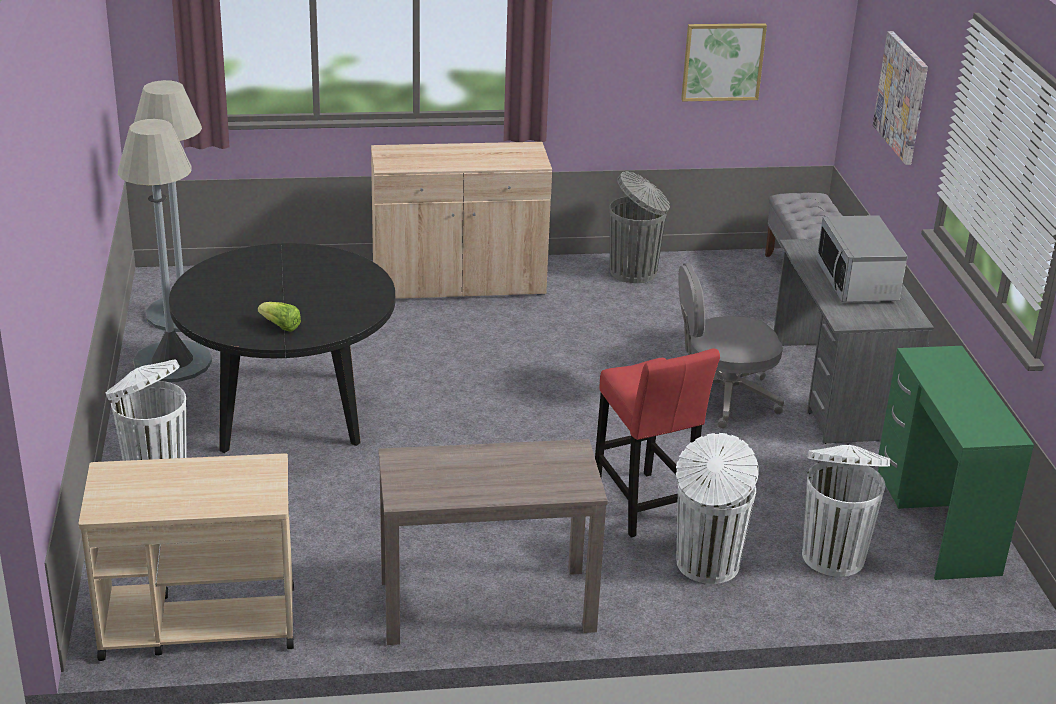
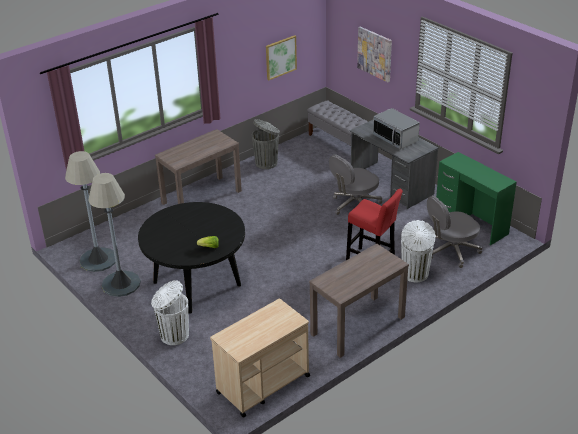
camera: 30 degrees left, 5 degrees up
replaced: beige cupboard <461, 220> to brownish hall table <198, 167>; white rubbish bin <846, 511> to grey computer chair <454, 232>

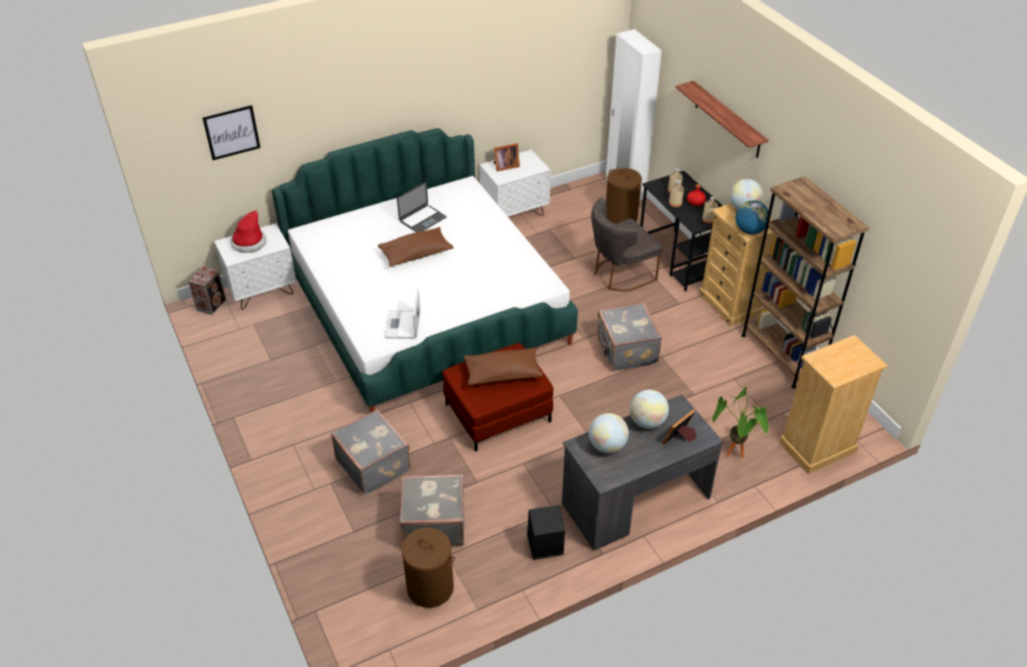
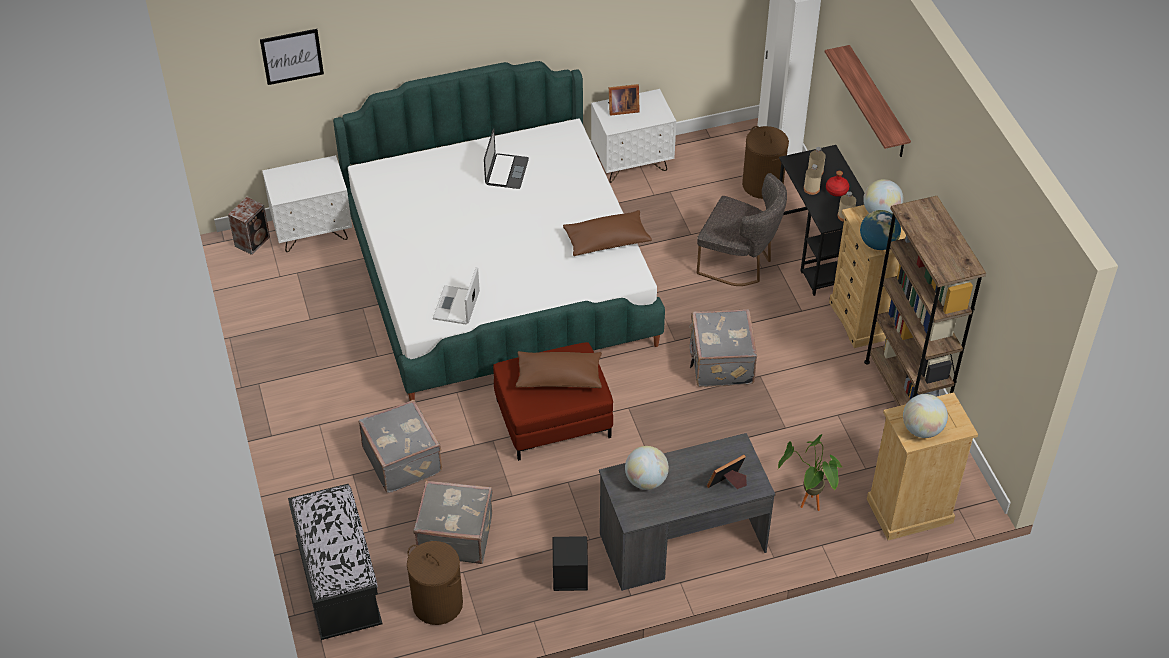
camera: 10 degrees right, 5 degrees up
removed: hat <248, 231>
added: black long seat <335, 562>
moved: brownish throw pillow <415, 247> to <607, 233>; world globe <649, 409> to <925, 416>
turned: laptop <422, 207> = <506, 159> 45 degrees counterclockwise; grey plain chair <627, 245> = <742, 229> 135 degrees counterclockwise

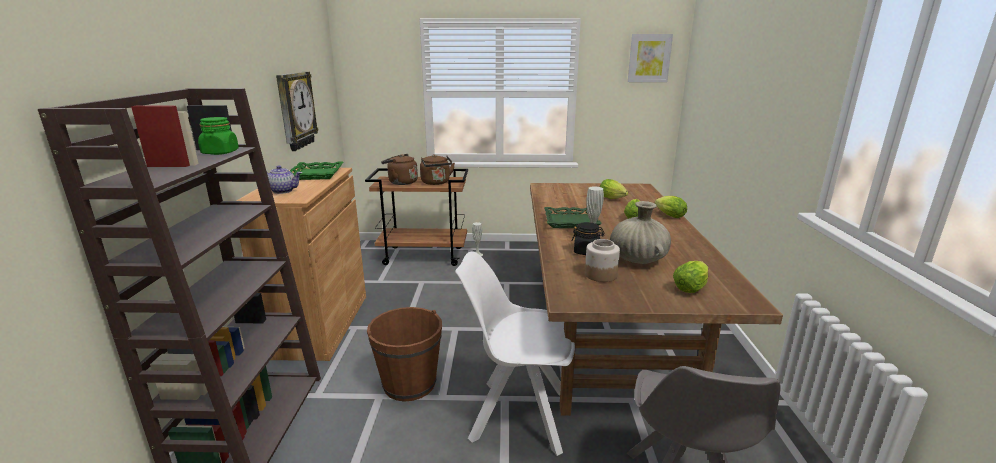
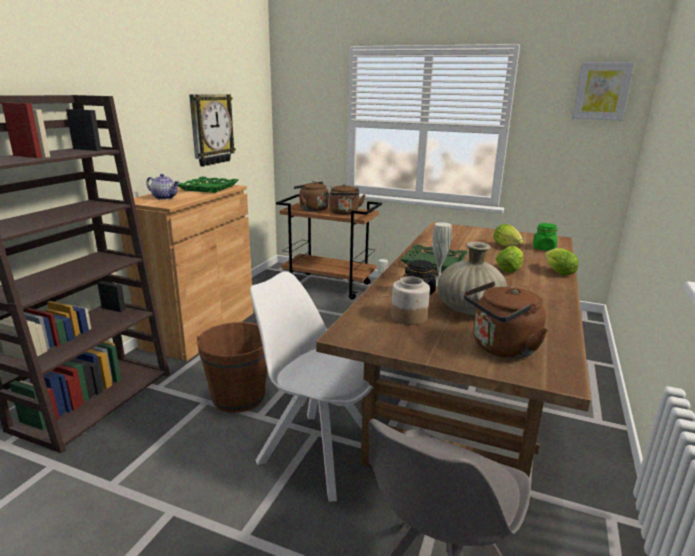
camera: 20 degrees right, 0 degrees up
moved: green-coloured jar <218, 136> to <545, 237>
replaced: lettuce head <690, 277> to brownish tea kettle <506, 319>

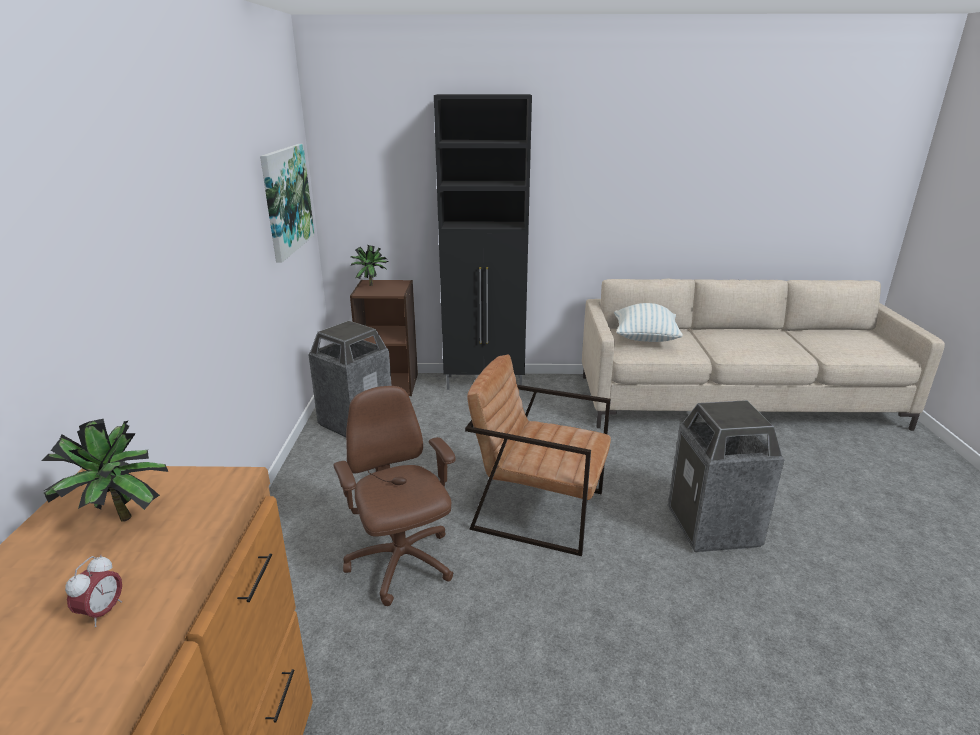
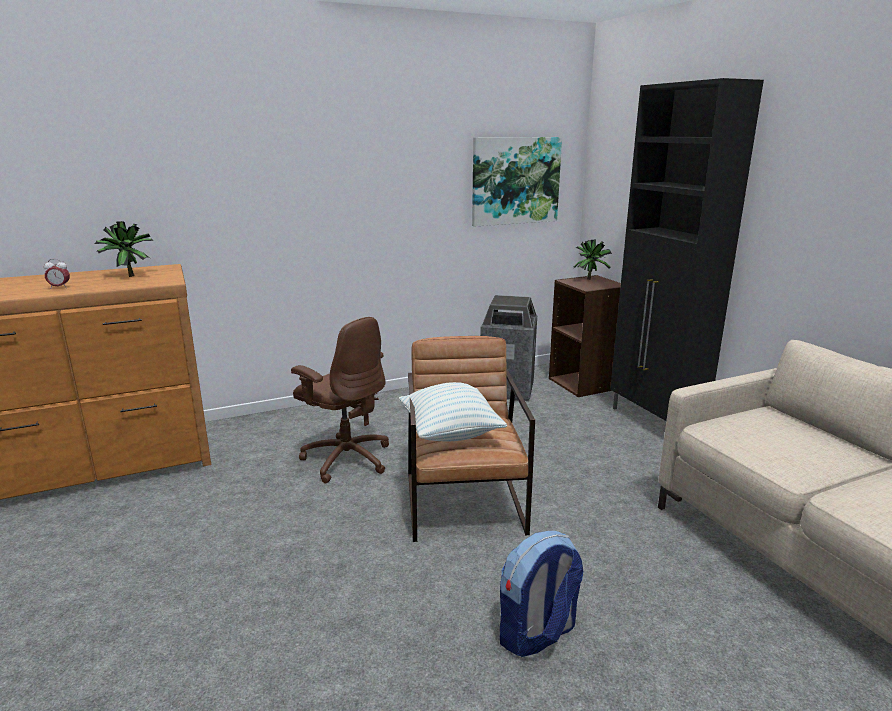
camera: 65 degrees right, 5 degrees down
moved: throw pillow <648, 322> to <453, 411>
replaced: rubbish bin <726, 476> to knapsack <542, 594>
turned: brownish computer chair <394, 496> = <340, 400> 90 degrees clockwise

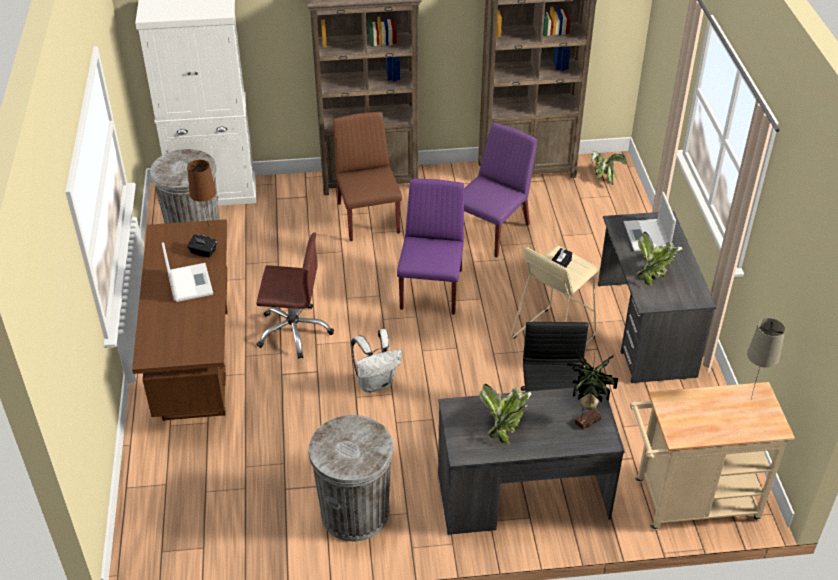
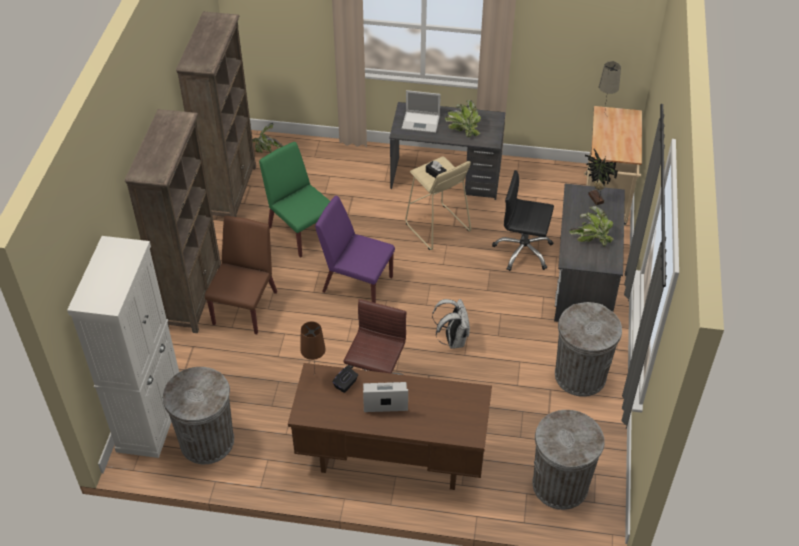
camera: 75 degrees left, 5 degrees up
added: grey rubbish bin <568, 460>
recoloured: purple-coloured plain chair <500, 190> to green-coloured plain chair <294, 200>
turned: brownish plain chair <367, 176> = <241, 275> 105 degrees clockwise

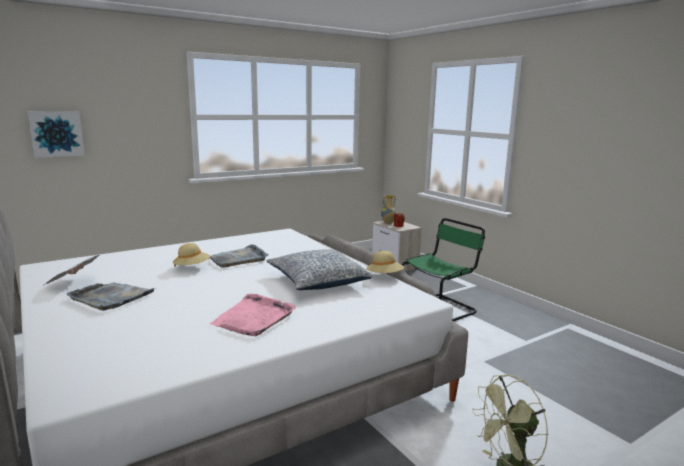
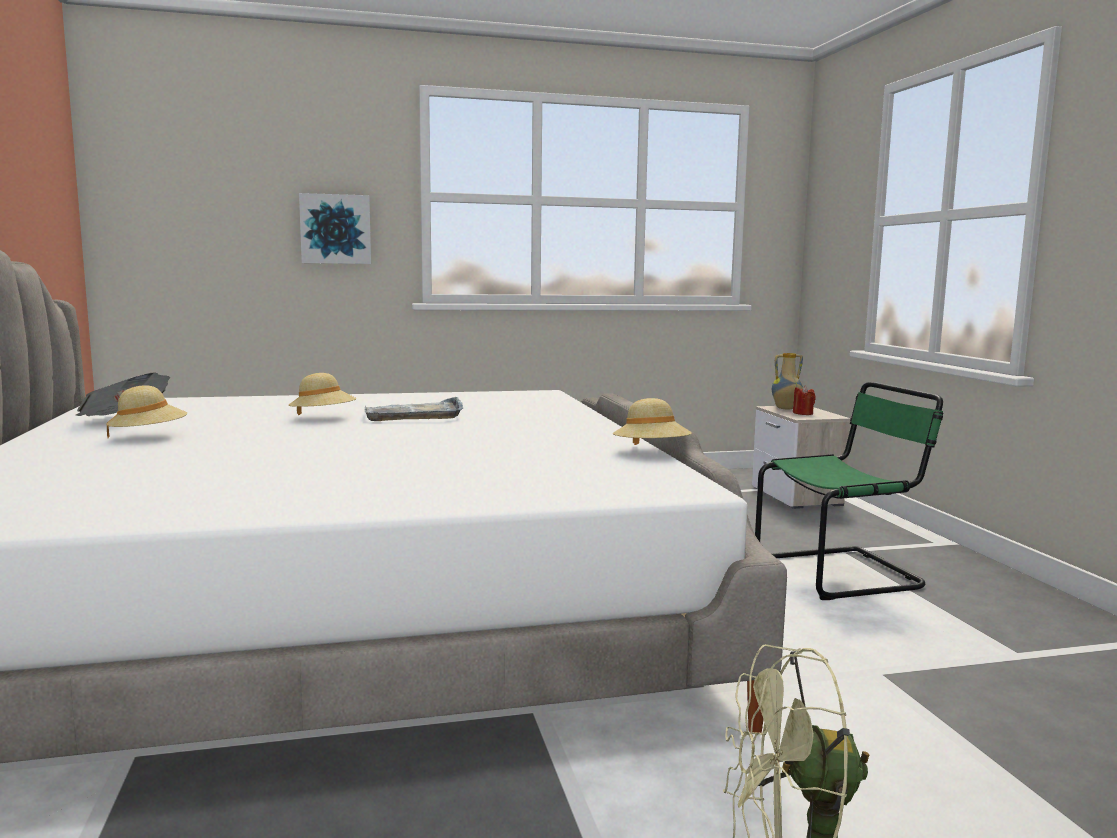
camera: 20 degrees right, 5 degrees down
removed: pinkish carrying tray <253, 315>; throw pillow <319, 269>
moved: wall art <56, 134> to <335, 228>
replaced: grey carrying tray <111, 296> to beige hat <147, 411>

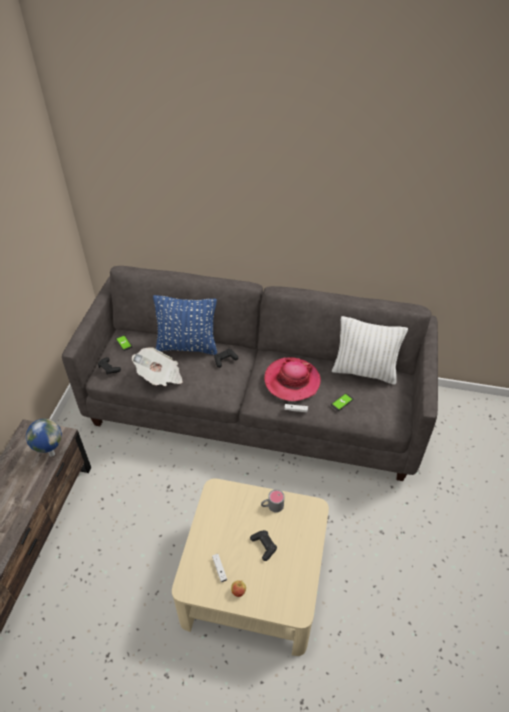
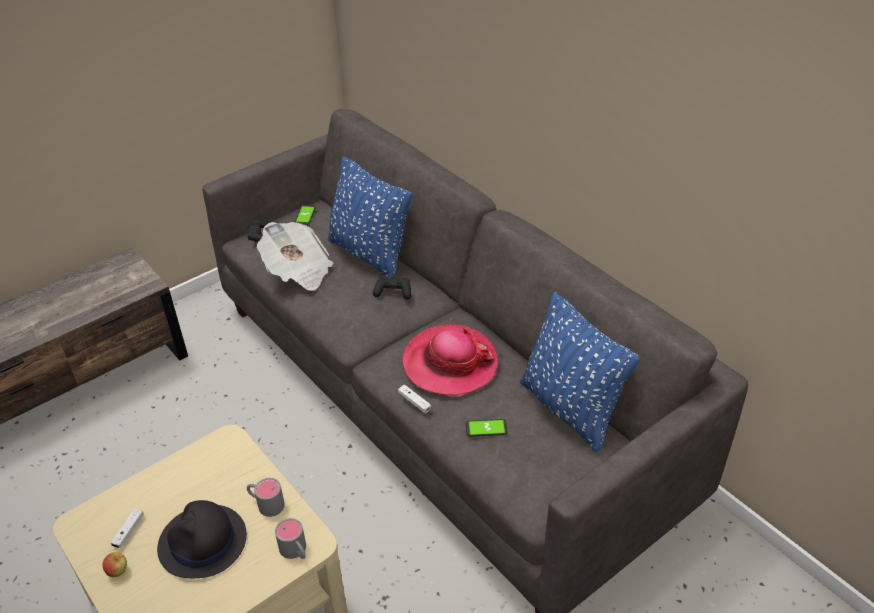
camera: 40 degrees right, 5 degrees down
removed: world globe <44, 438>
added: grey coffee mug <290, 538>
replaced: black joypad <263, 545> to black hat <202, 539>
recoloured: white throw pillow <370, 350> to blue-coloured throw pillow <580, 372>

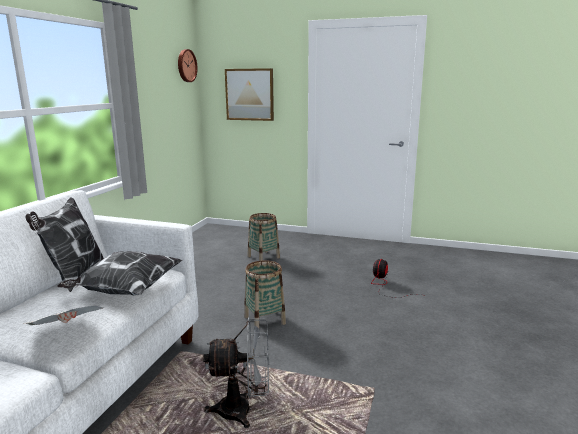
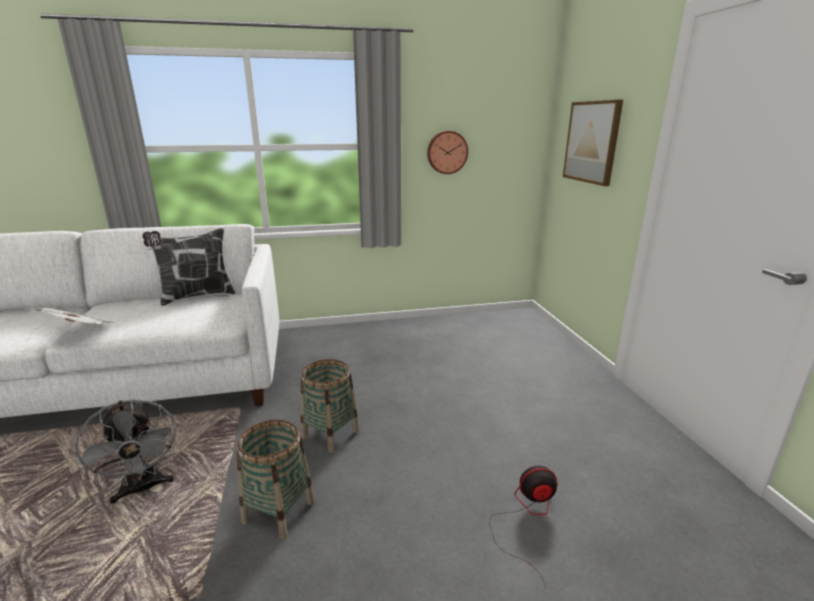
camera: 60 degrees right, 5 degrees up
removed: throw pillow <119, 273>
moved: clock on the wall <188, 65> to <447, 152>; basket <264, 237> to <275, 480>

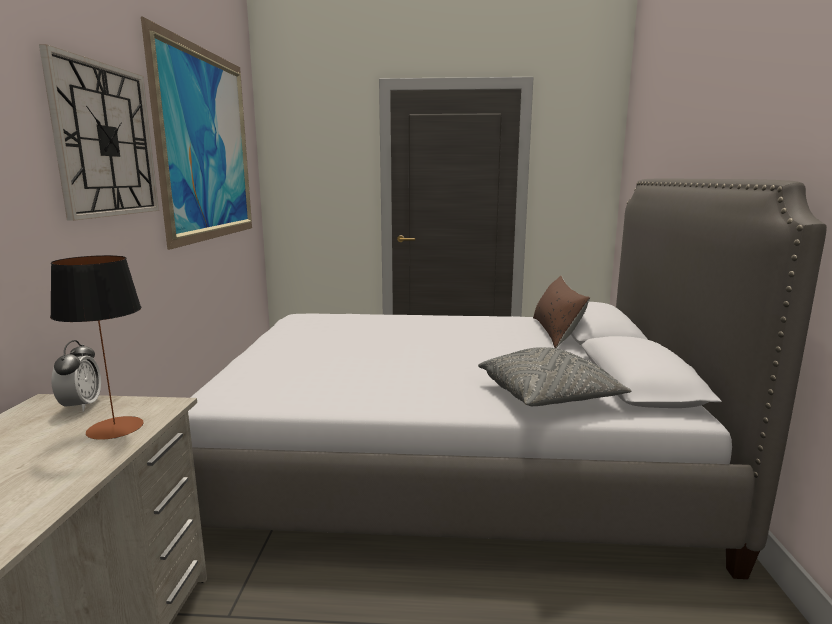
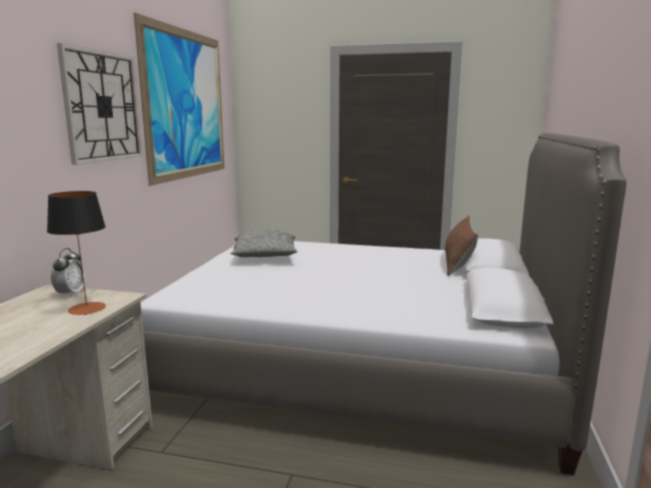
camera: 10 degrees right, 0 degrees up
moved: grey throw pillow <554, 376> to <263, 243>

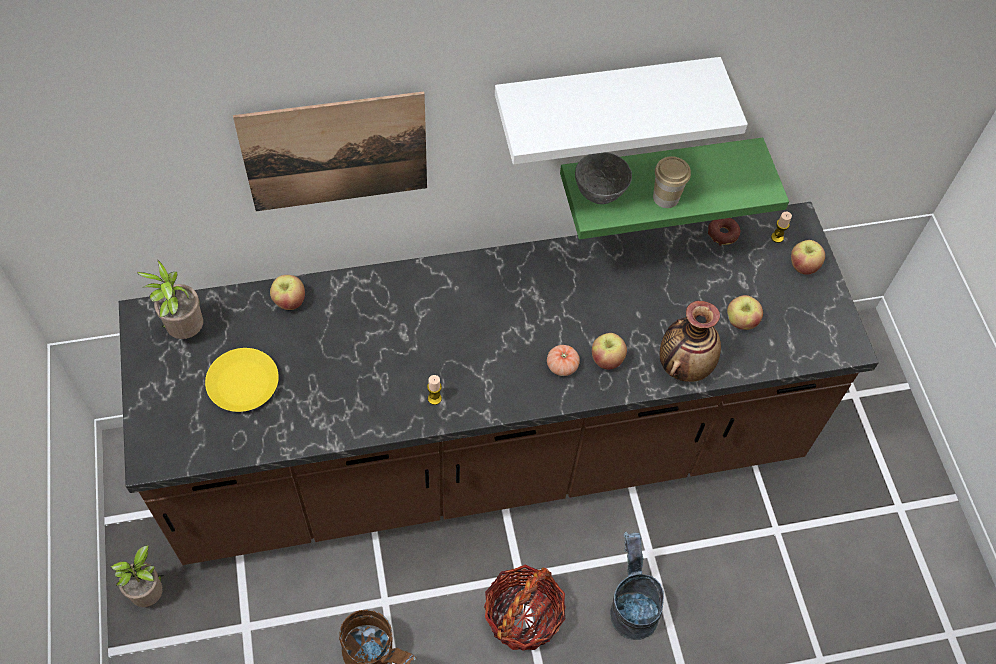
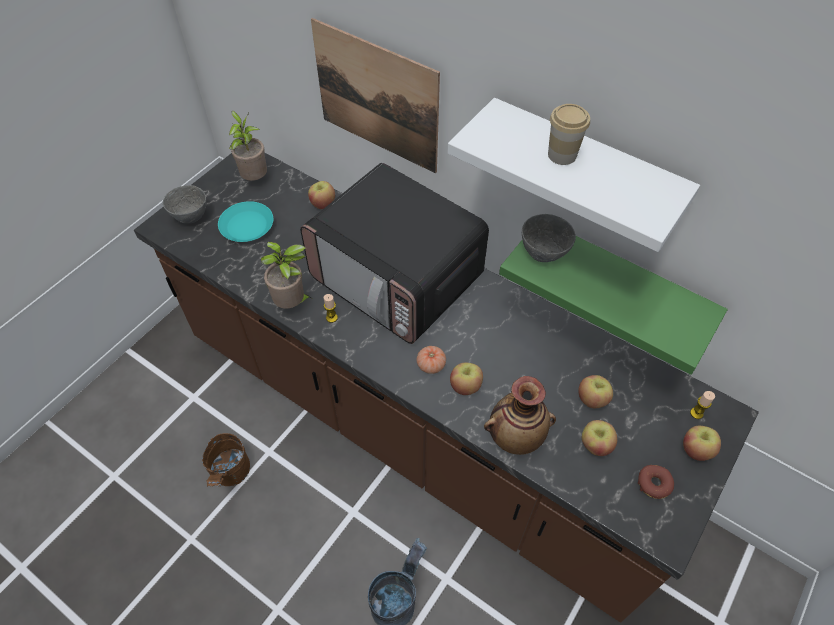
camera: 50 degrees right, 5 degrees down
removed: basket <525, 608>
added: grey serving bowl <184, 204>; microwave <394, 253>; apple fruit <595, 392>
moved: potted plant <137, 576> to <286, 275>; cup <672, 182> to <569, 134>; ring doughnut <724, 232> to <656, 482>
recoloured: yellowish dinner plate <242, 380> to turquoise dinner plate <245, 221>

